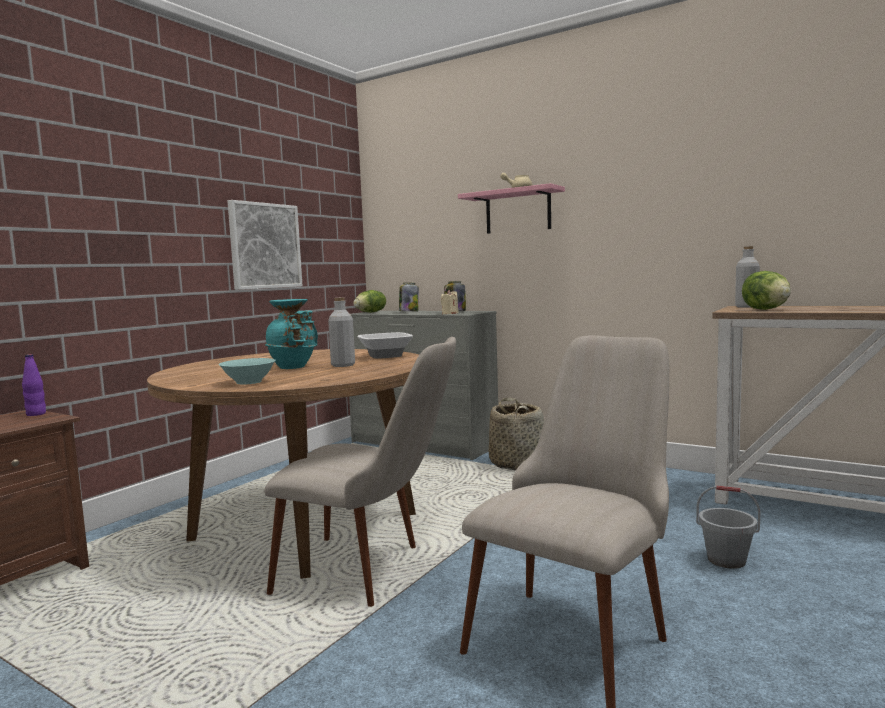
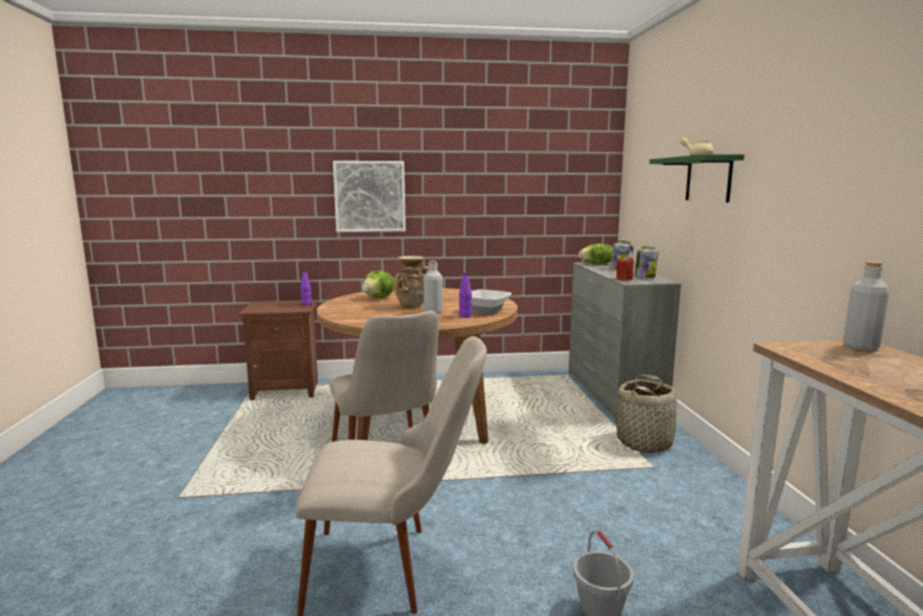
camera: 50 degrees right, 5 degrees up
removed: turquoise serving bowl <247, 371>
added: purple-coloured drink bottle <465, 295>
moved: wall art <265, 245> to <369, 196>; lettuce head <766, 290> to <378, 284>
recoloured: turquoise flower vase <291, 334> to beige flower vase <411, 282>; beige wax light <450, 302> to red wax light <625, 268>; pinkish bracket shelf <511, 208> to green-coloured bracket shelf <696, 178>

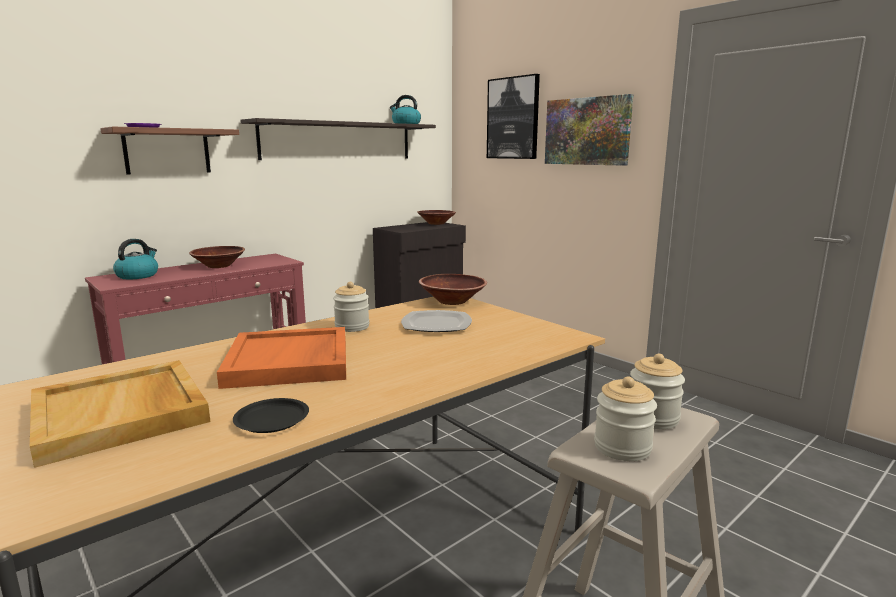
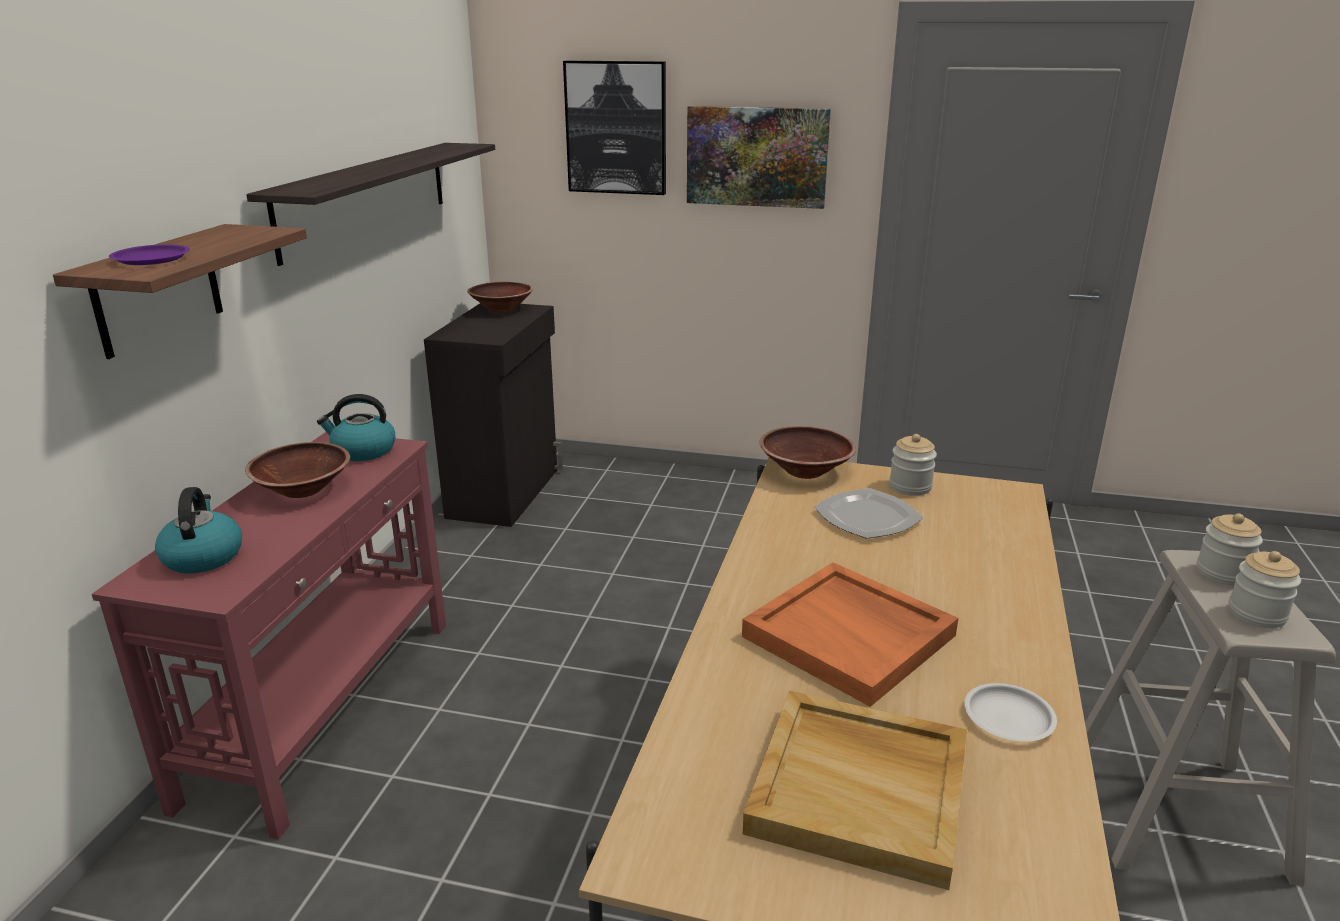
camera: 35 degrees left, 10 degrees up
moved: jar <351, 307> to <913, 465>; tea kettle <405, 109> to <356, 427>
recoloured: black dinner plate <271, 415> to white dinner plate <1010, 712>

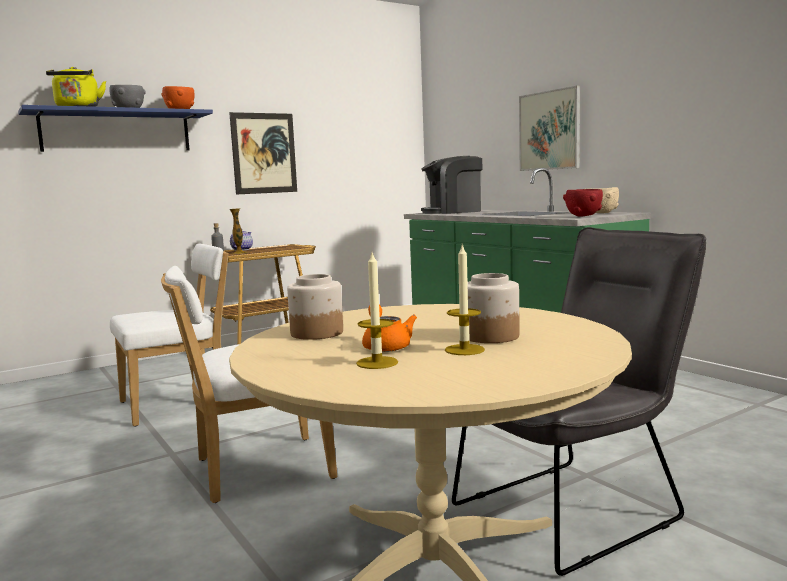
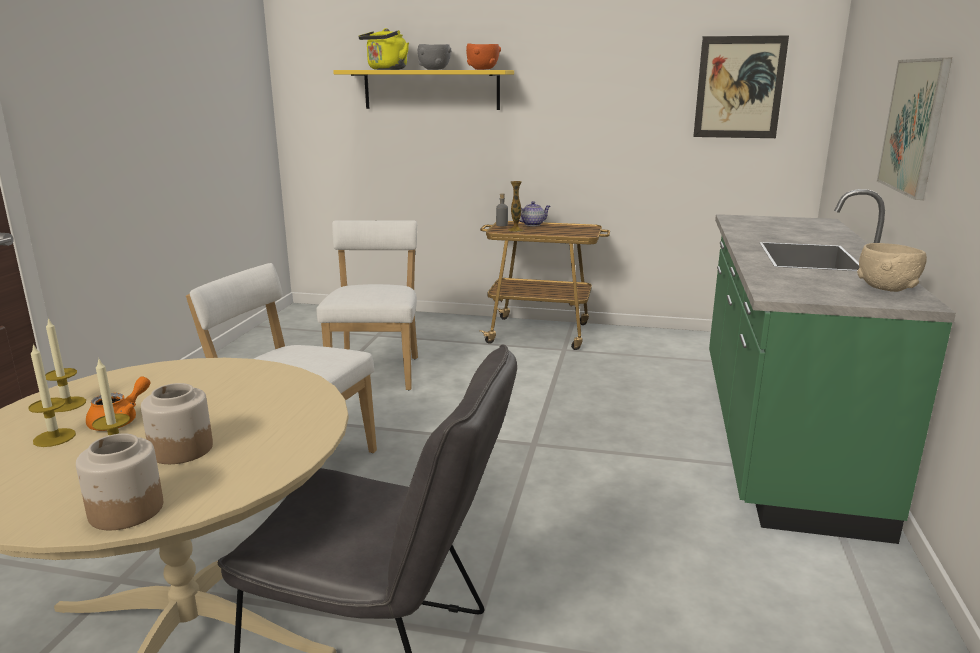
camera: 45 degrees right, 10 degrees up
removed: coffee maker <451, 185>; red serving bowl <583, 203>
added: wax light <65, 365>
moved: wall art <263, 153> to <741, 87>; jar <315, 307> to <119, 482>
recoloured: blue-coloured bracket shelf <115, 128> to yellowish bracket shelf <423, 90>
turned: white plain chair <169, 335> = <367, 305> 105 degrees counterclockwise

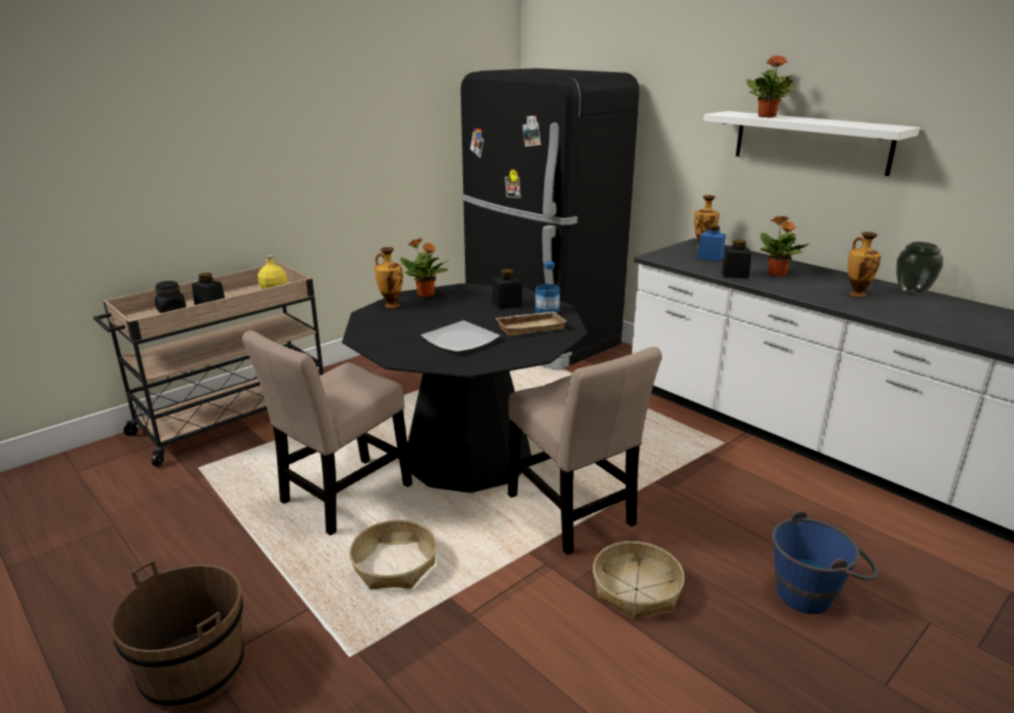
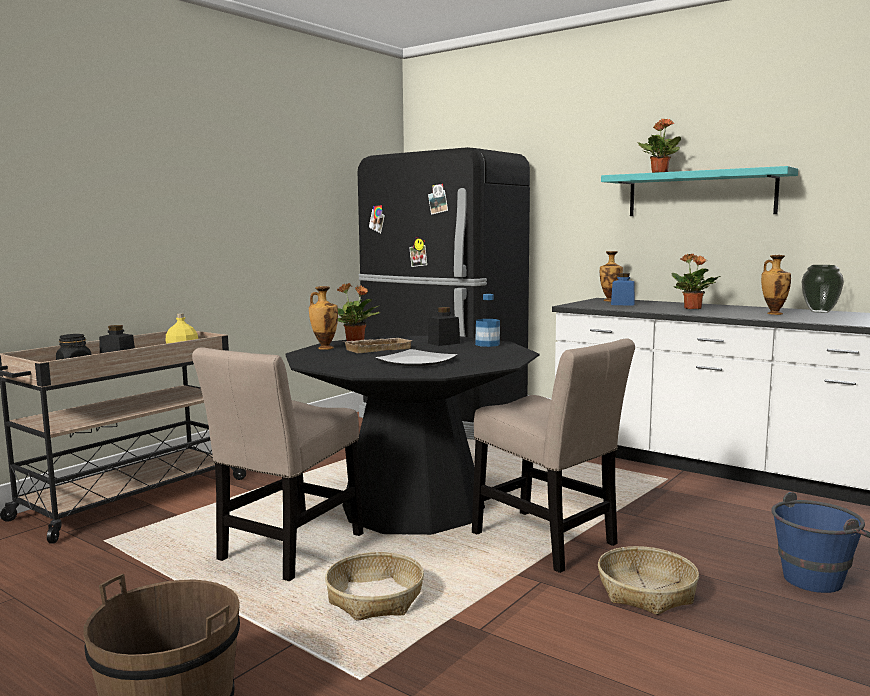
camera: 10 degrees left, 15 degrees down
removed: black jar <737, 259>
moved: beige carrying tray <531, 323> to <377, 345>
recoloured: white bracket shelf <811, 143> to turquoise bracket shelf <699, 191>

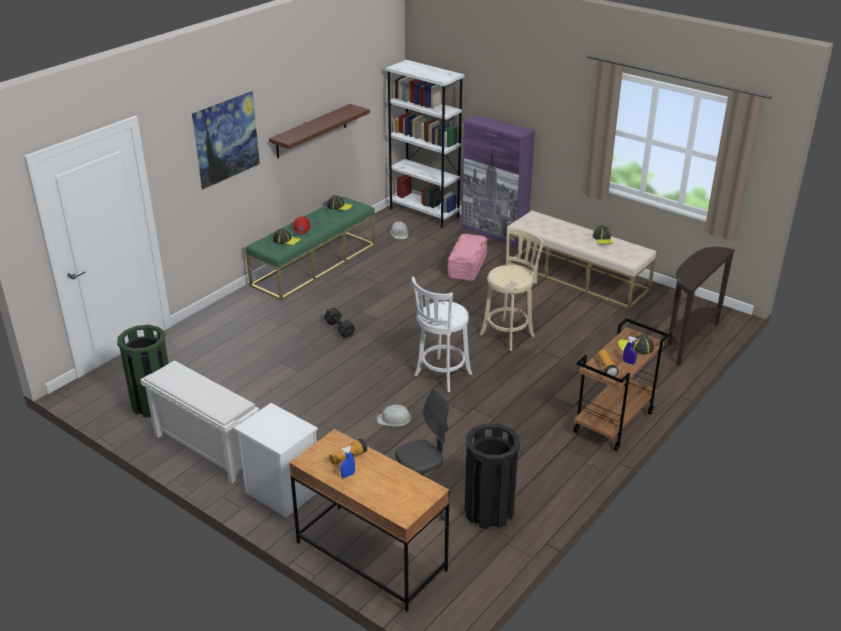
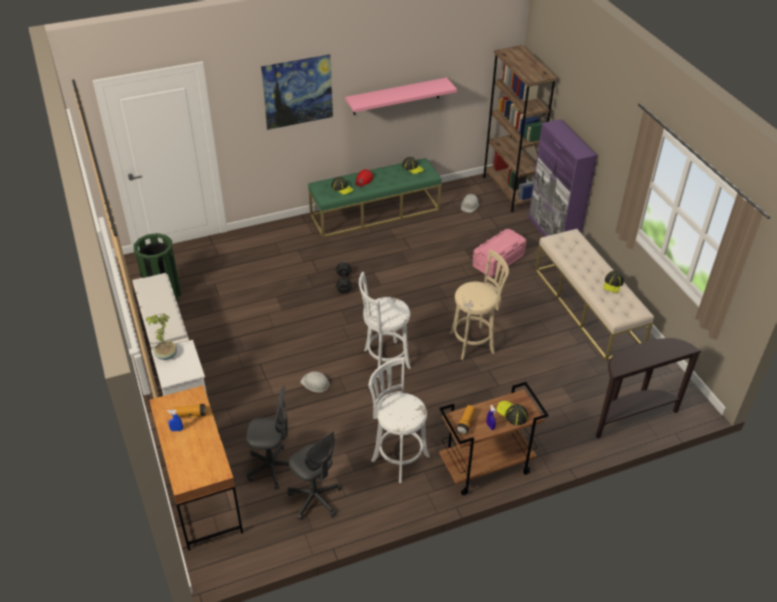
camera: 30 degrees right, 10 degrees up
added: potted plant <161, 336>; white stool <399, 420>
replaced: black rubbish bin <492, 476> to grey computer chair <315, 475>
recoloured: brownish bracket shelf <319, 131> to pinkish bracket shelf <401, 96>; white bookshelf <425, 144> to brownish bookshelf <520, 128>

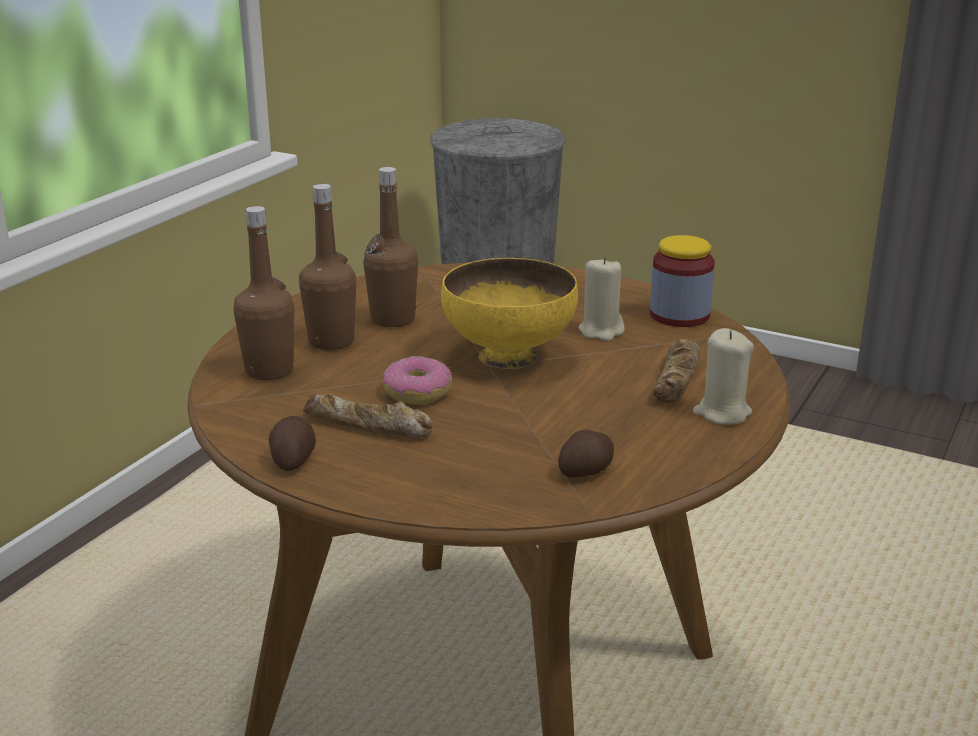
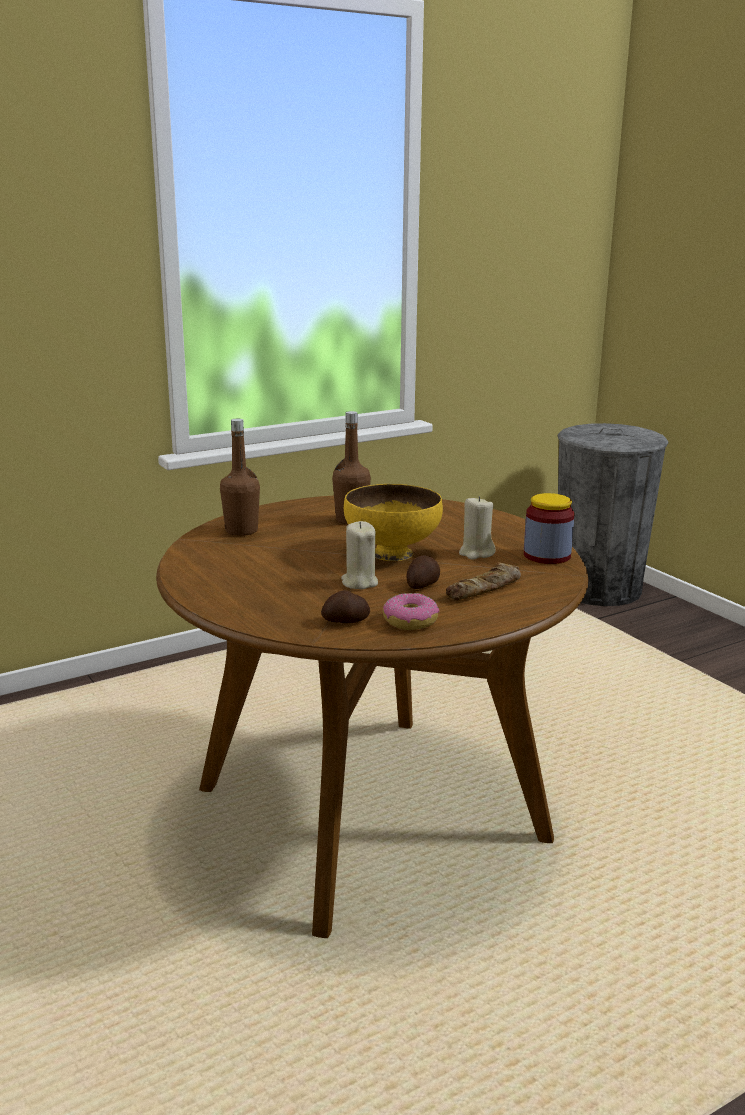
camera: 30 degrees right, 5 degrees down
removed: brownish drink bottle <327, 267>; baked bread <368, 416>
moved: whole potato <292, 443> to <423, 572>; ring doughnut <417, 380> to <411, 611>; beige wax light <723, 376> to <359, 555>

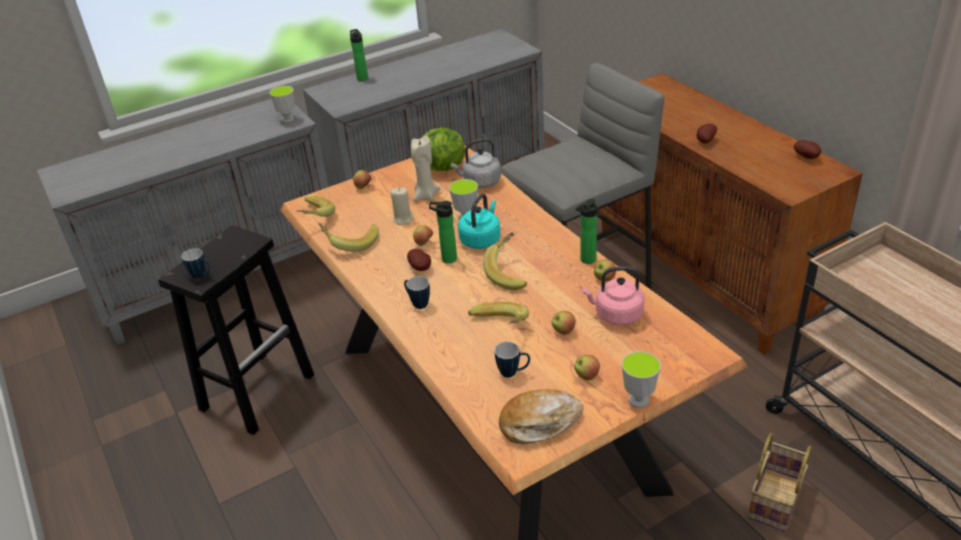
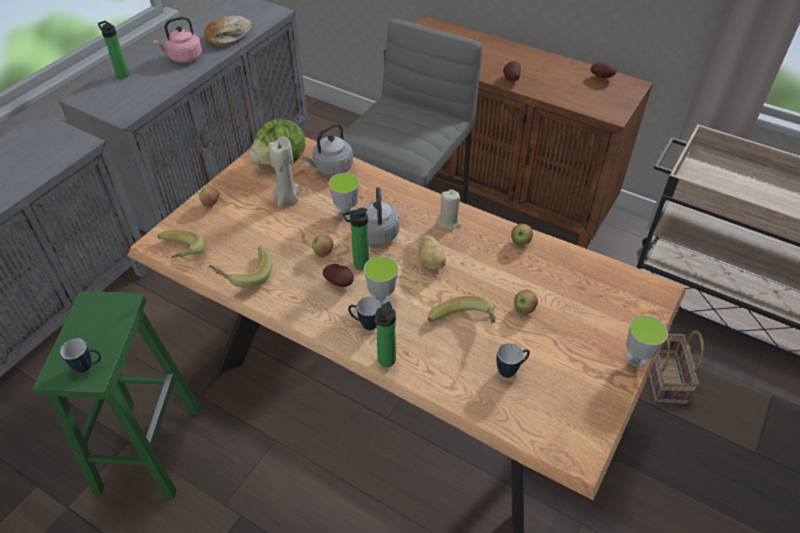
camera: 30 degrees left, 10 degrees up
removed: apple fruit <587, 367>
moved: cup <282, 104> to <381, 280>; beige wax light <402, 206> to <450, 209>; baked bread <541, 416> to <228, 31>; drink bottle <586, 231> to <385, 334>; pinkish tea kettle <613, 295> to <177, 39>
replaced: banana fruit <505, 261> to whole potato <432, 252>
recoloured: black stool <236, 330> to green-coloured stool <117, 395>; turquoise tea kettle <479, 221> to grey tea kettle <380, 216>

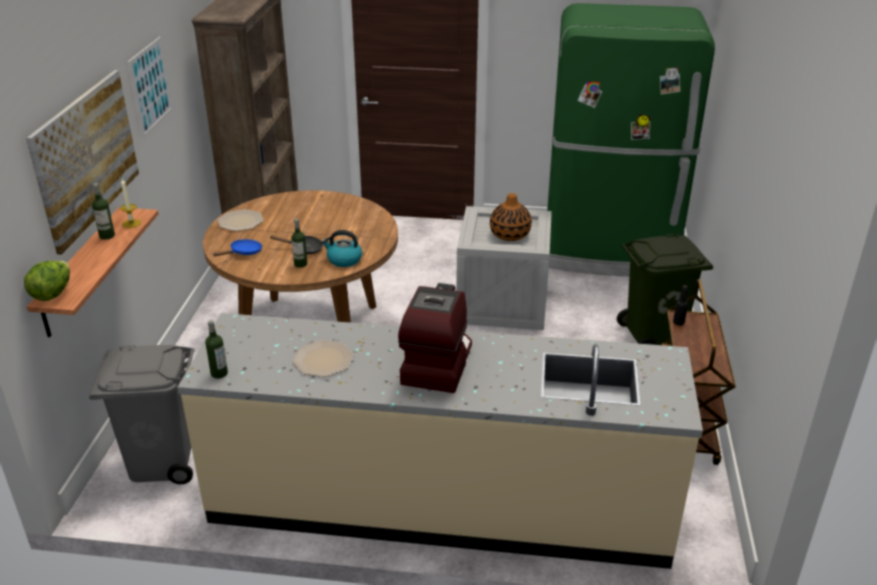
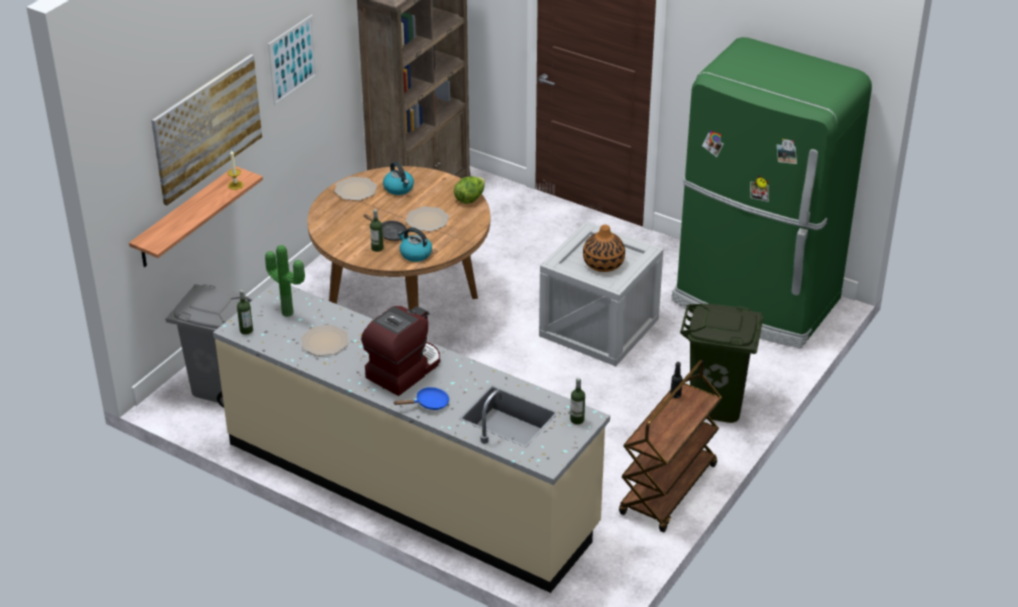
camera: 25 degrees right, 5 degrees up
added: potted plant <285, 281>; tea kettle <398, 178>; dinner plate <427, 219>
moved: lettuce head <47, 281> to <469, 190>; drink bottle <103, 211> to <577, 401>; blue-coloured pan <237, 247> to <422, 398>

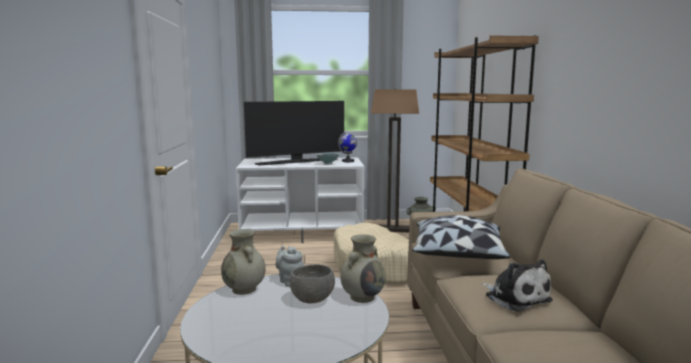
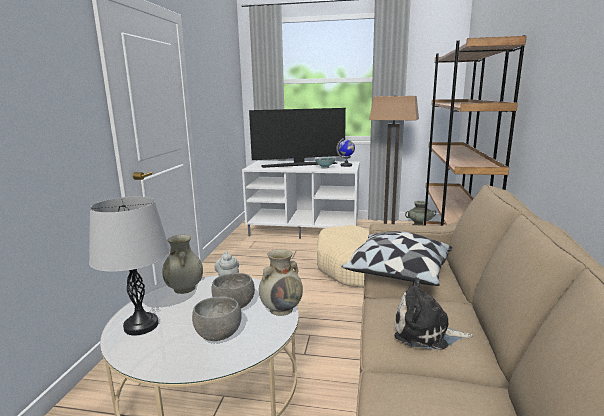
camera: 15 degrees right, 5 degrees up
added: grey table lamp <129, 265>; grey serving bowl <217, 319>
turned: soft toy <517, 285> = <433, 313> 120 degrees clockwise

